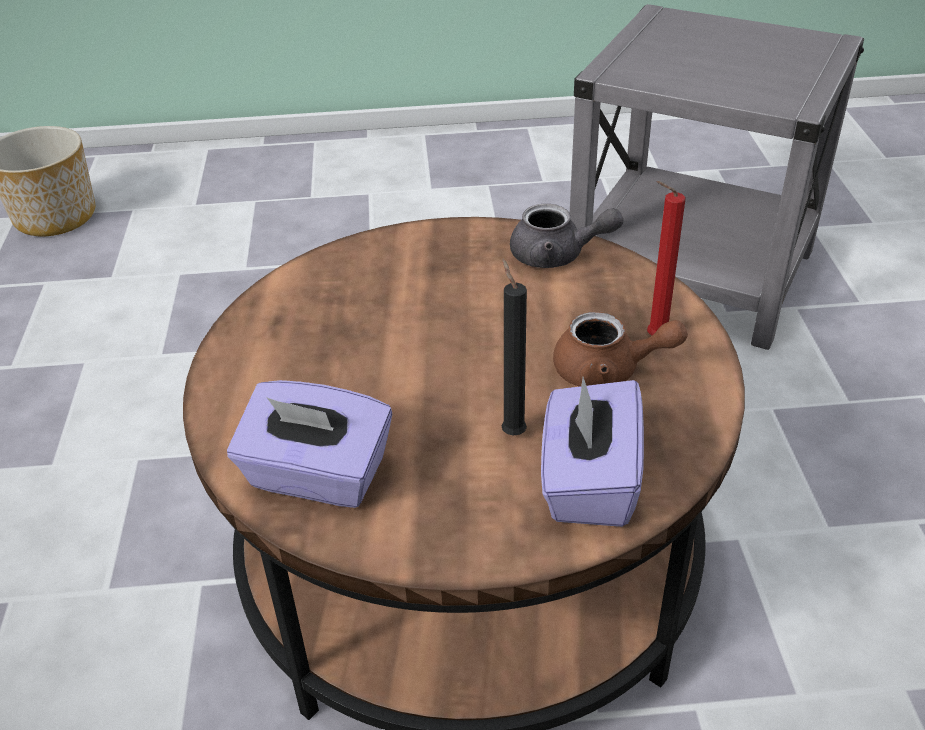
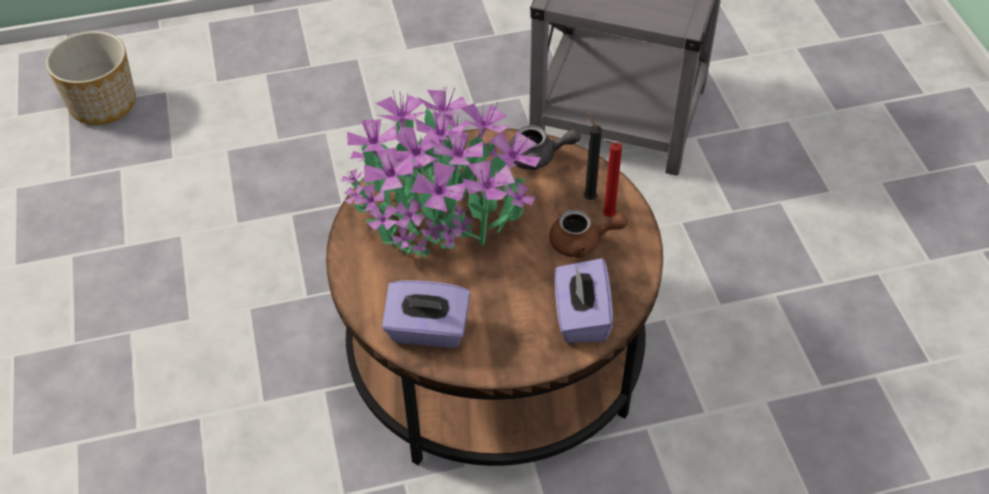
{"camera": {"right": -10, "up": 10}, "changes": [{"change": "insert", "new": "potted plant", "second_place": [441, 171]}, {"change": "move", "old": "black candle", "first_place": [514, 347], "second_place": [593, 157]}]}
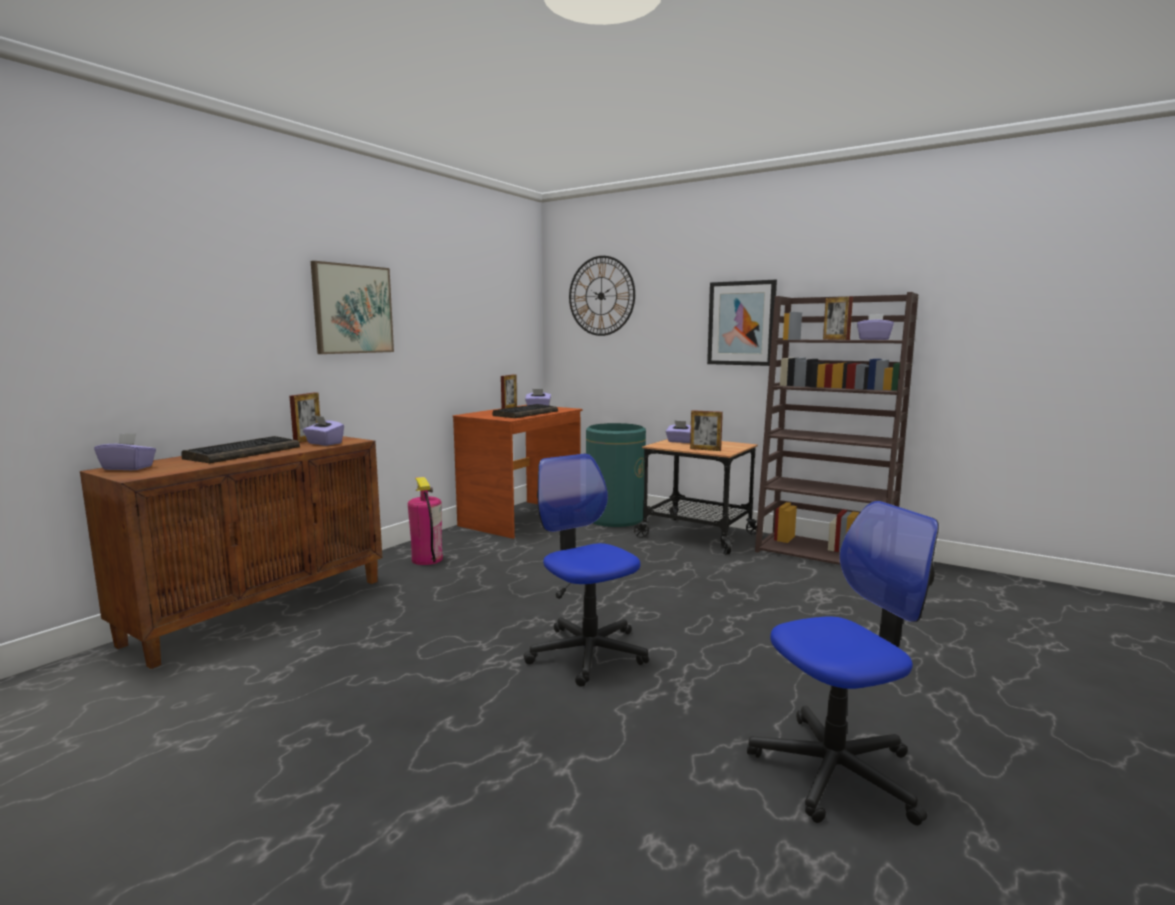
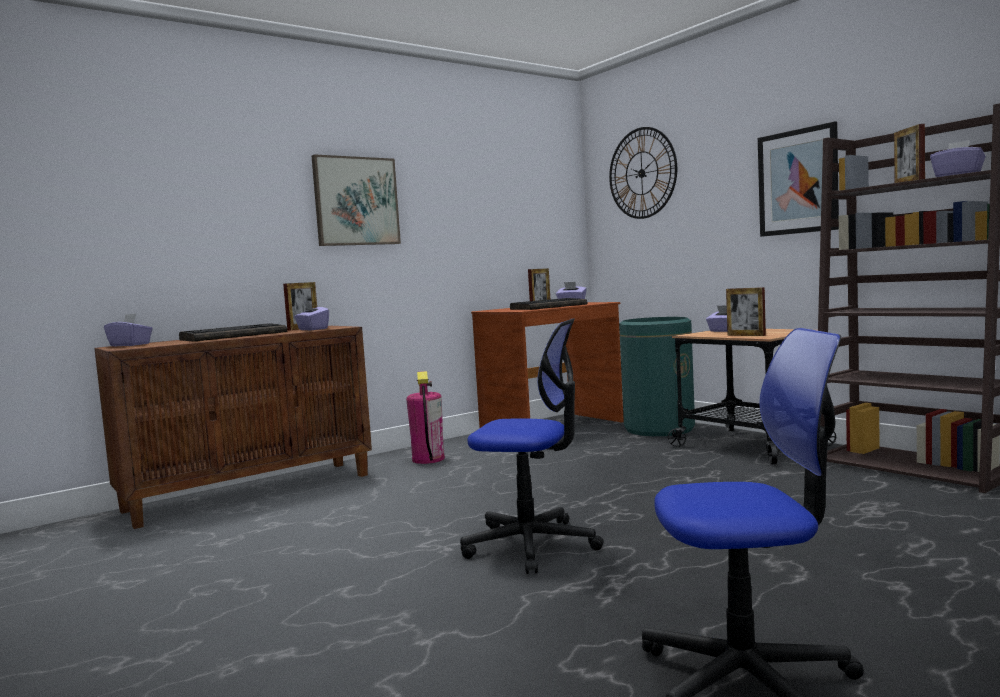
{"camera": {"right": 20, "up": -5}, "changes": [{"change": "rotate", "old": "office chair", "first_place": [586, 570], "second_place": [532, 446], "degrees": 120}]}
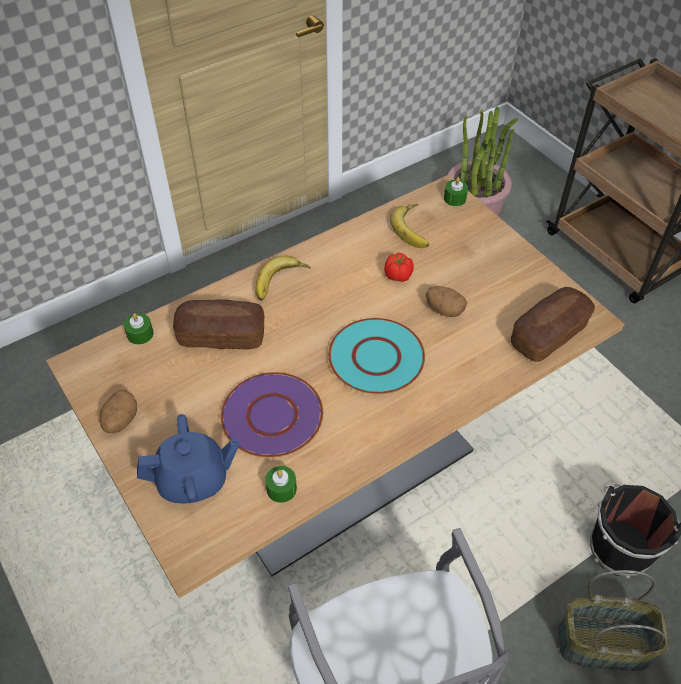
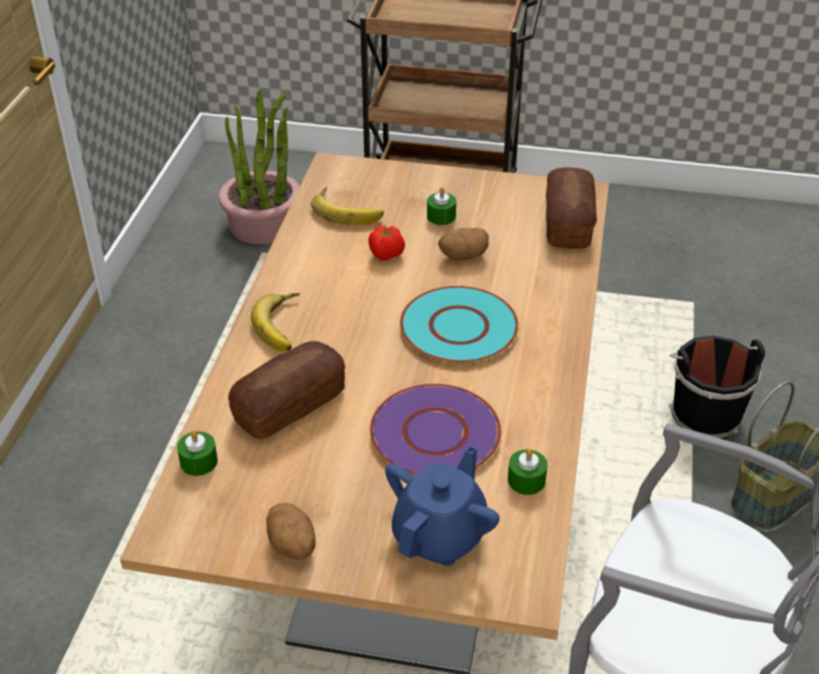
{"camera": {"right": -45, "up": -10}, "changes": [{"change": "move", "old": "green candle", "first_place": [456, 191], "second_place": [441, 206]}]}
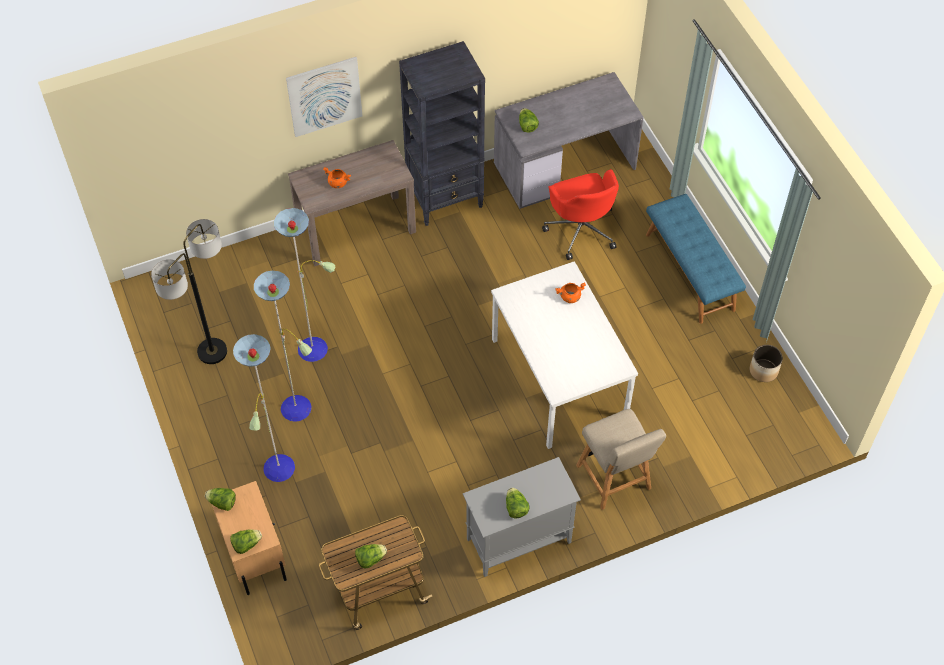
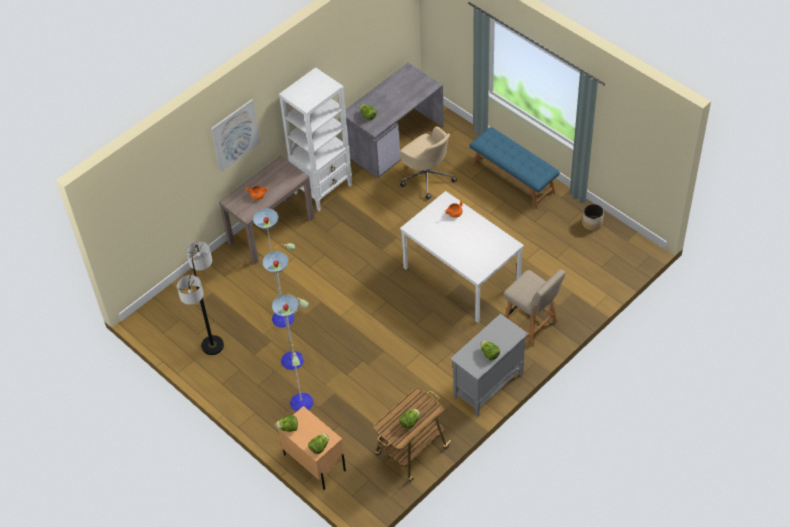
{"camera": {"right": -20, "up": -5}, "changes": [{"change": "recolor", "old": "black bookcase", "new": "white bookcase", "first_place": [442, 133], "second_place": [315, 139]}, {"change": "recolor", "old": "red office chair", "new": "beige office chair", "first_place": [580, 214], "second_place": [428, 163]}]}
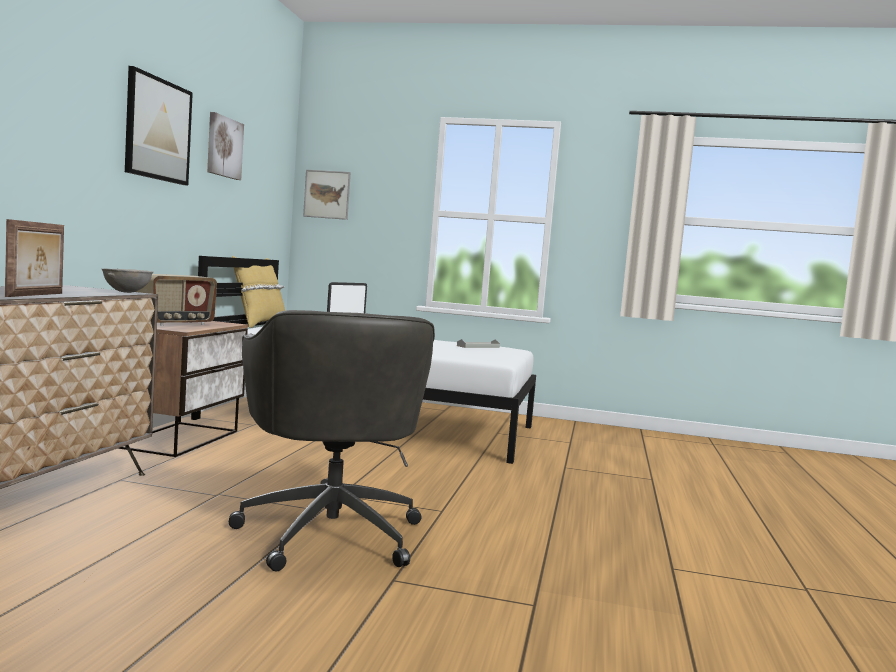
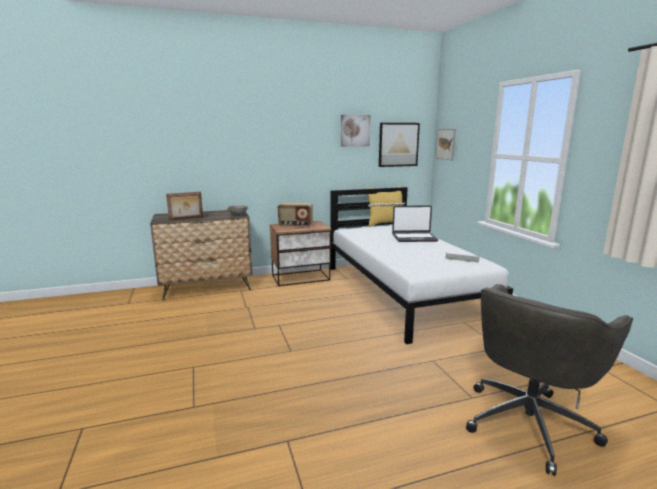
{"camera": {"right": 60, "up": 10}, "changes": [{"change": "move", "old": "picture", "first_place": [159, 126], "second_place": [399, 145]}, {"change": "move", "old": "grey office chair", "first_place": [332, 440], "second_place": [549, 380]}]}
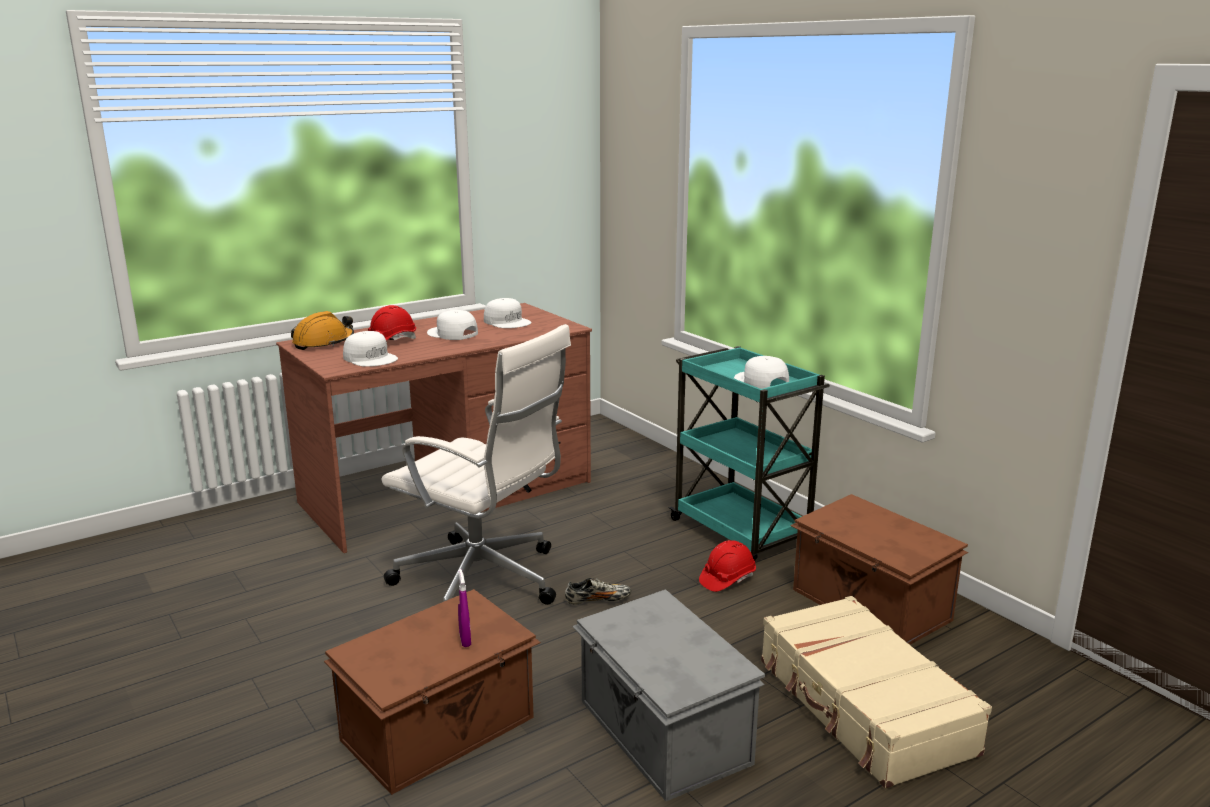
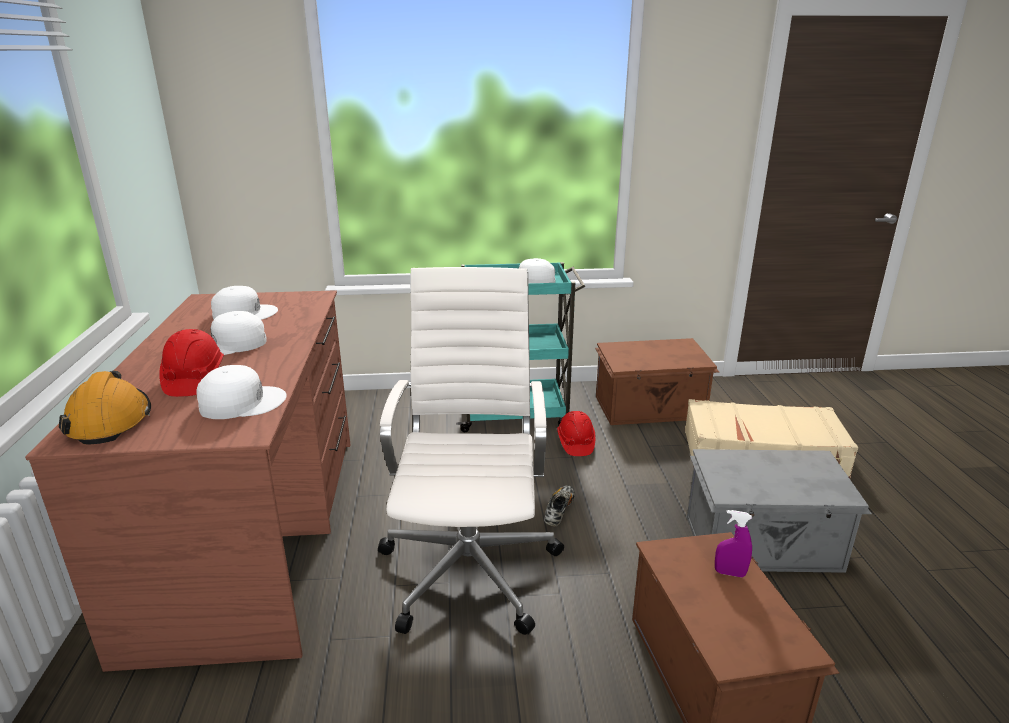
{"camera": {"right": -60, "up": 5}, "changes": [{"change": "rotate", "old": "white office chair", "first_place": [476, 464], "second_place": [471, 451], "degrees": -60}]}
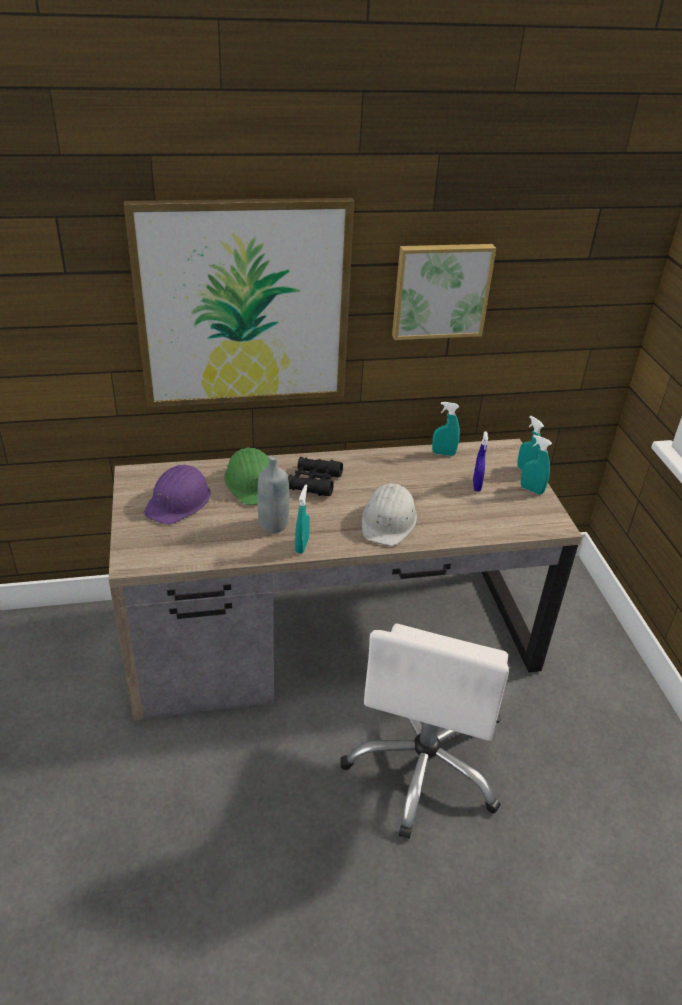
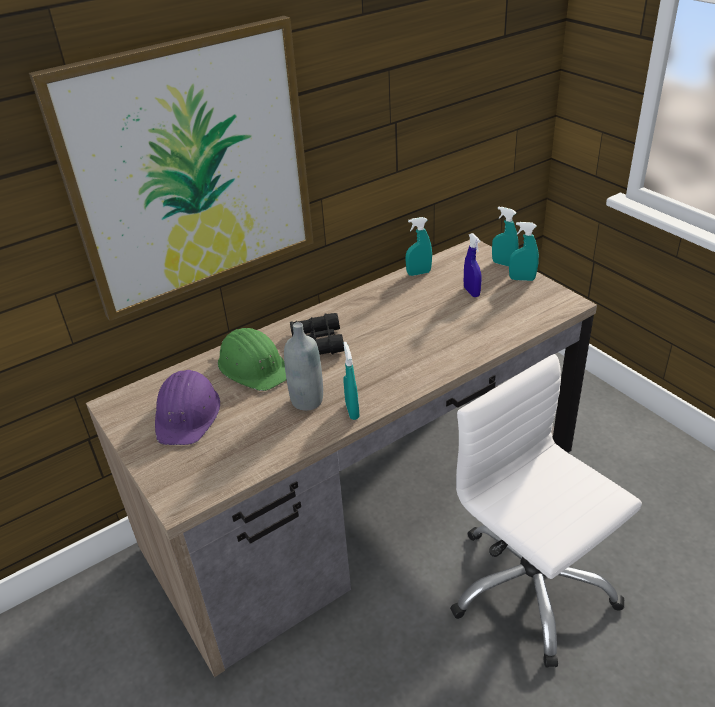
{"camera": {"right": -20, "up": 0}, "changes": [{"change": "rotate", "old": "white office chair", "first_place": [425, 731], "second_place": [546, 511], "degrees": 150}, {"change": "delete", "old": "white hard hat", "first_place": [389, 514]}, {"change": "delete", "old": "picture", "first_place": [444, 292]}]}
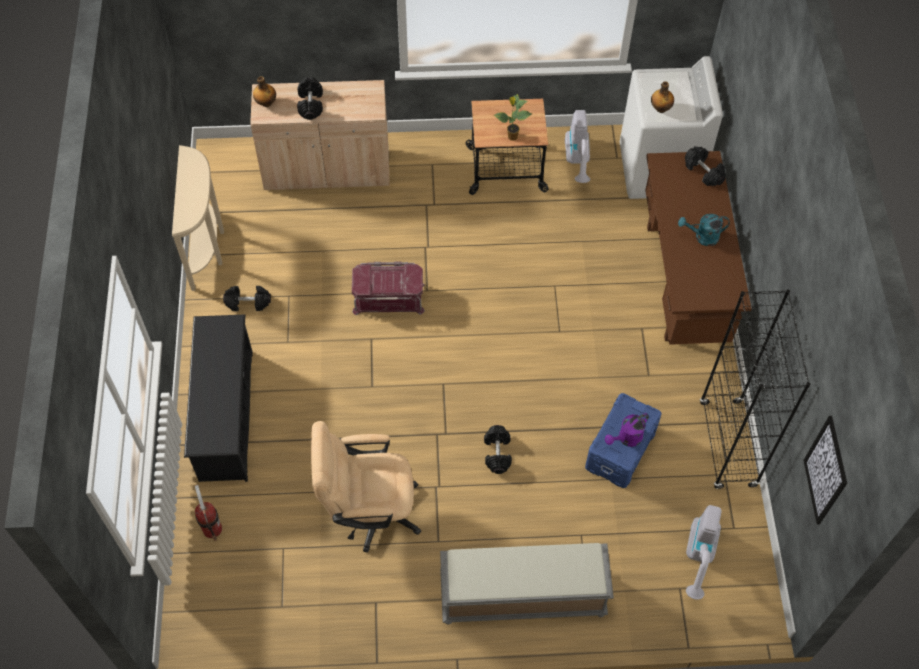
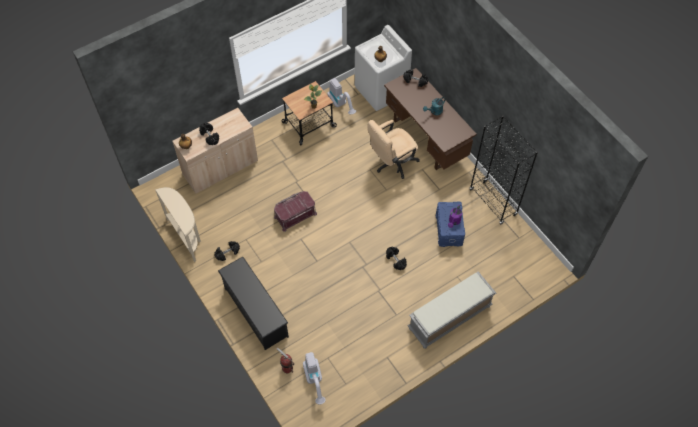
{"camera": {"right": -30, "up": 0}, "changes": [{"change": "move", "old": "vacuum cleaner", "first_place": [704, 552], "second_place": [314, 378]}, {"change": "move", "old": "beige office chair", "first_place": [366, 487], "second_place": [393, 149]}, {"change": "delete", "old": "picture", "first_place": [825, 470]}]}
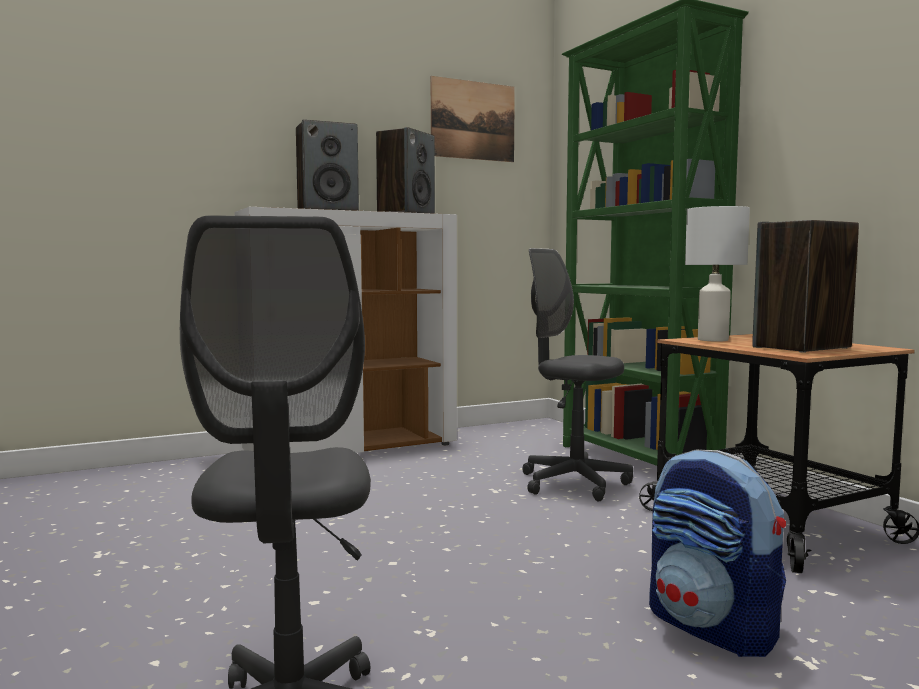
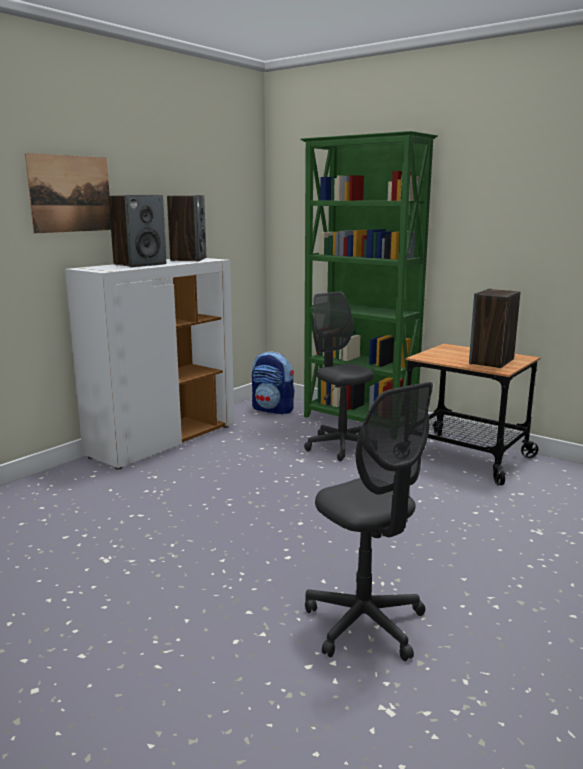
{"camera": {"right": -25, "up": 10}, "changes": [{"change": "move", "old": "picture", "first_place": [473, 119], "second_place": [68, 193]}, {"change": "move", "old": "backpack", "first_place": [717, 553], "second_place": [273, 383]}, {"change": "rotate", "old": "grey office chair", "first_place": [577, 375], "second_place": [339, 376], "degrees": 45}, {"change": "delete", "old": "white table lamp", "first_place": [717, 274]}]}
